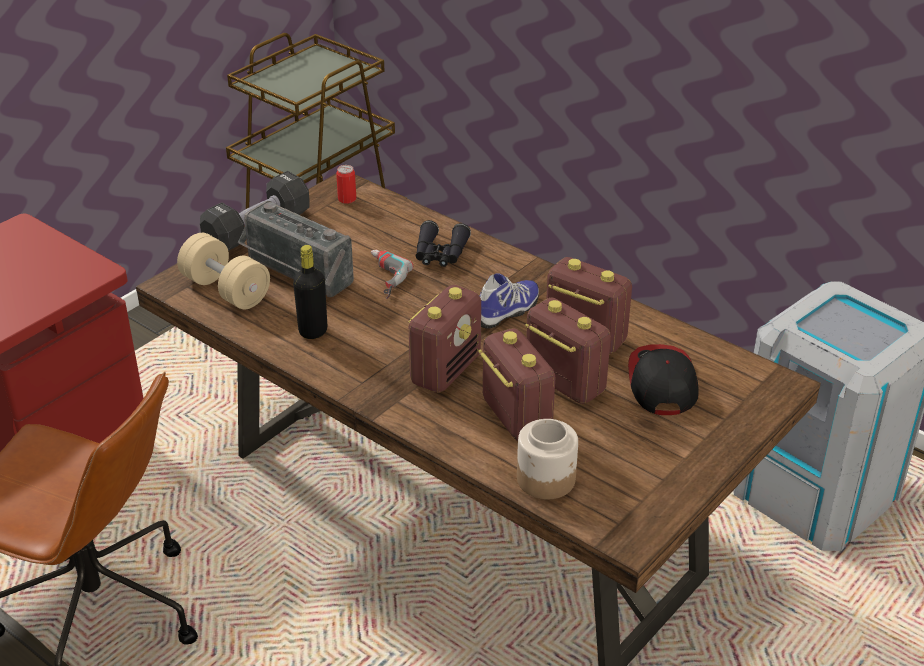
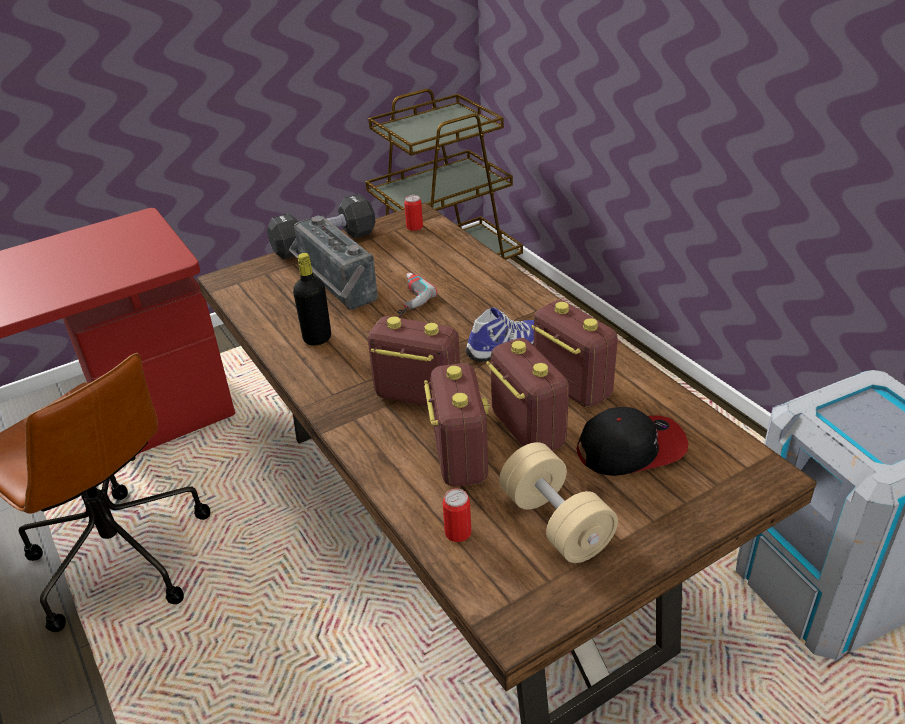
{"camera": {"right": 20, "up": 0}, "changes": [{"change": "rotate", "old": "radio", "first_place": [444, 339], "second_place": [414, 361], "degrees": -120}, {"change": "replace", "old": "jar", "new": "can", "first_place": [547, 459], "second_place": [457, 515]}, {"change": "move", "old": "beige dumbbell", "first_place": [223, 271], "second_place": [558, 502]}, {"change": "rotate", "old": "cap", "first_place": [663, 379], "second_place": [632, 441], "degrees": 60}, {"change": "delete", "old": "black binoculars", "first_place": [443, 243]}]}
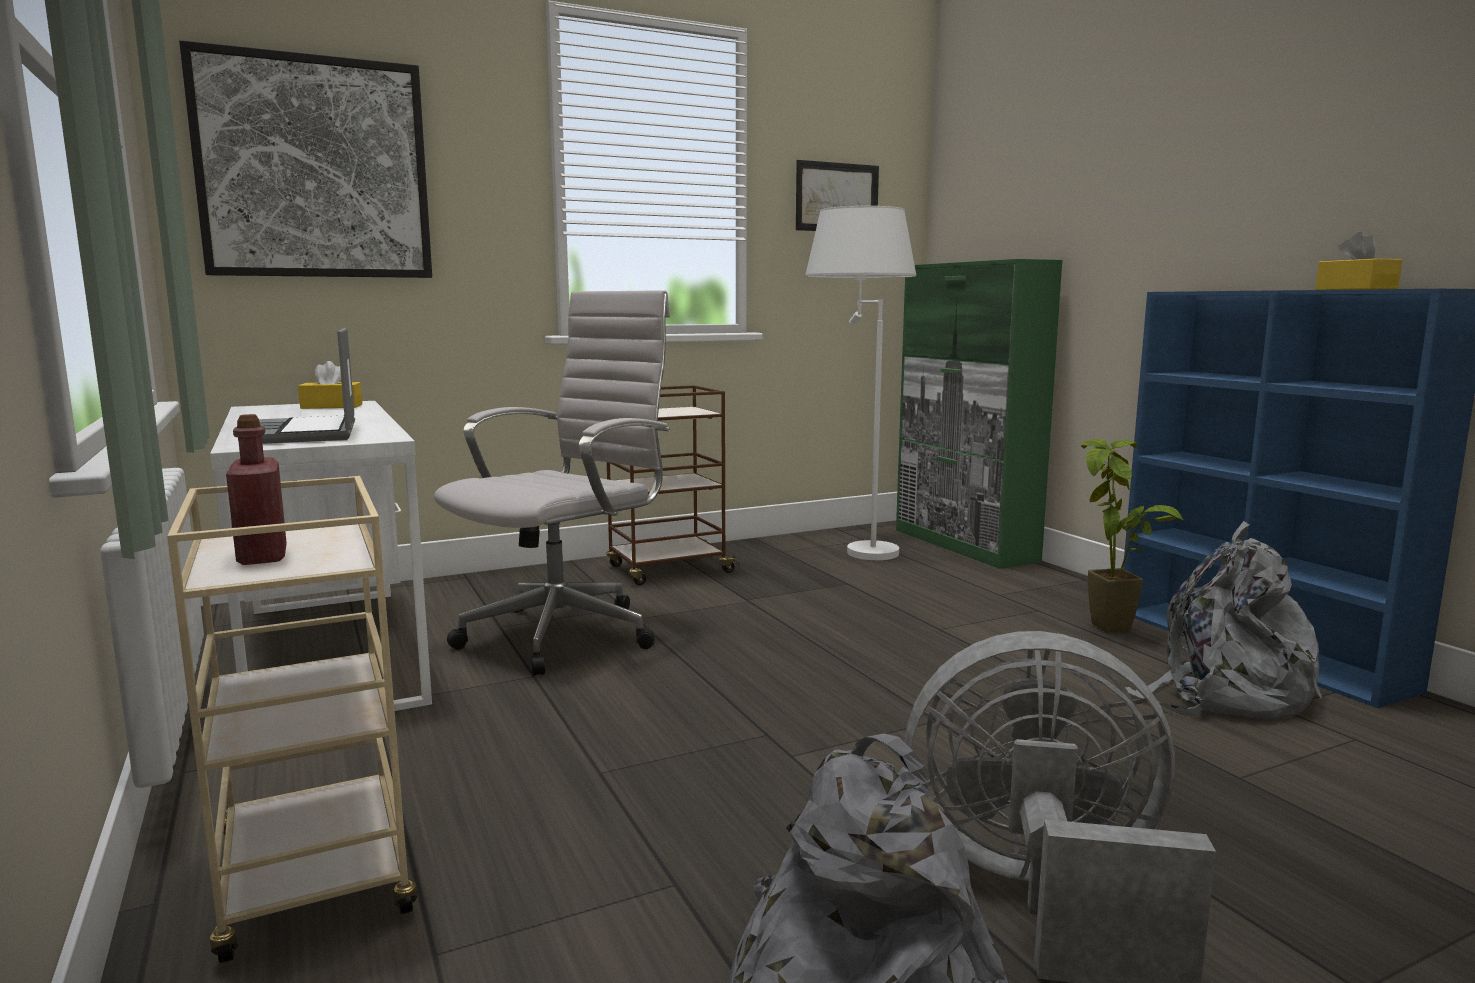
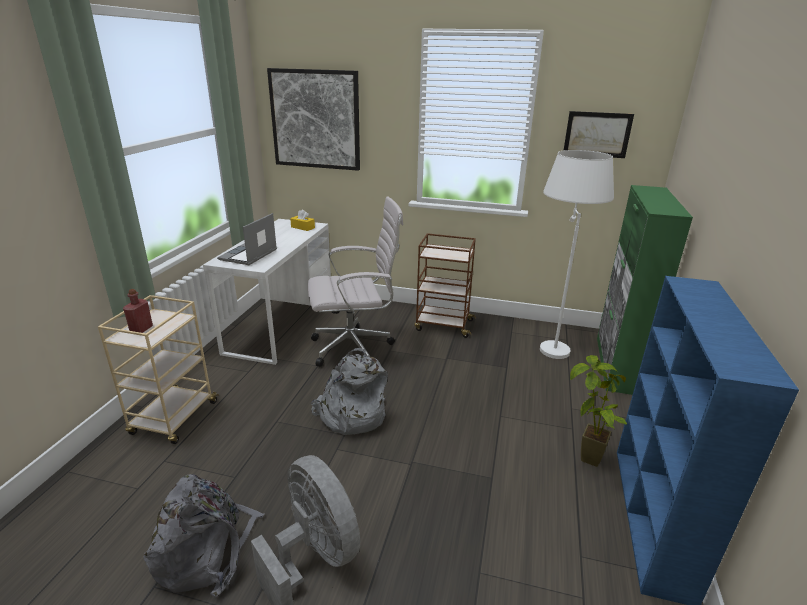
{"camera": {"right": 40, "up": 15}, "changes": [{"change": "move", "old": "grey backpack", "first_place": [1224, 620], "second_place": [349, 391]}, {"change": "delete", "old": "yellow tissue box", "first_place": [1358, 261]}]}
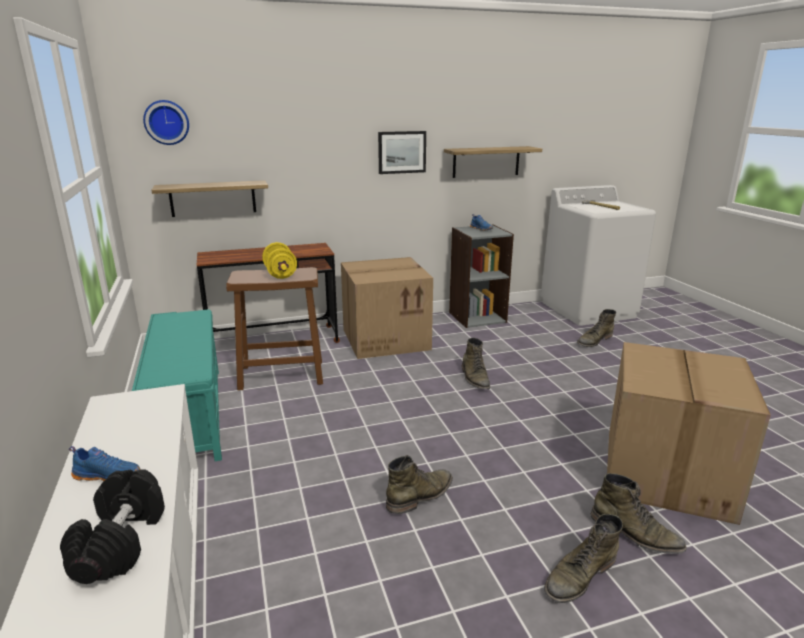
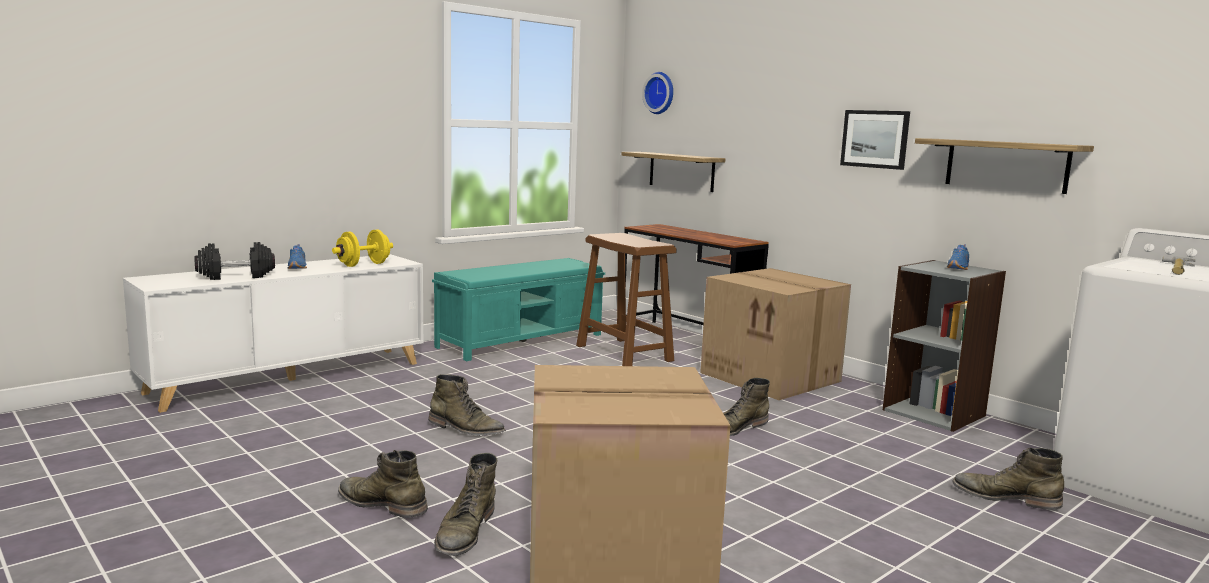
{"camera": {"right": 65, "up": -10}, "changes": [{"change": "move", "old": "yellow dumbbell", "first_place": [279, 260], "second_place": [362, 248]}]}
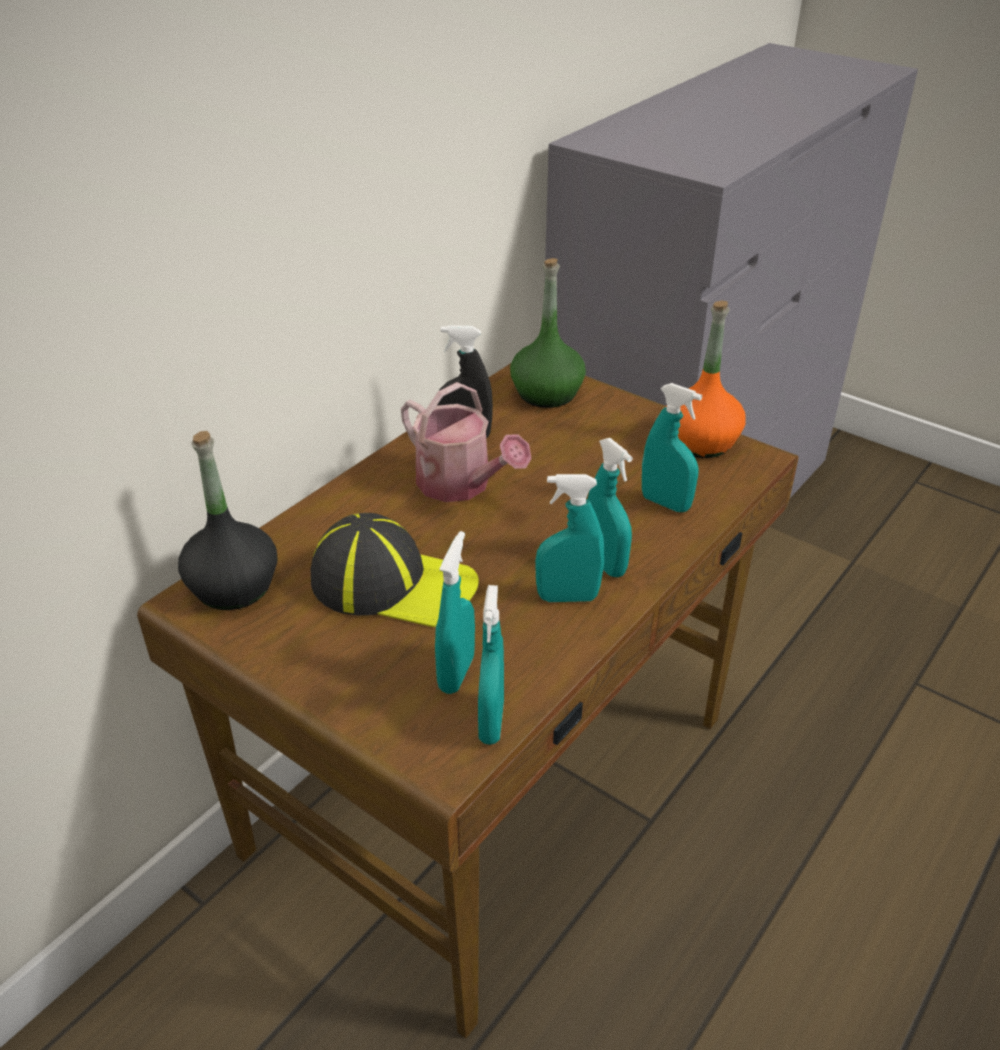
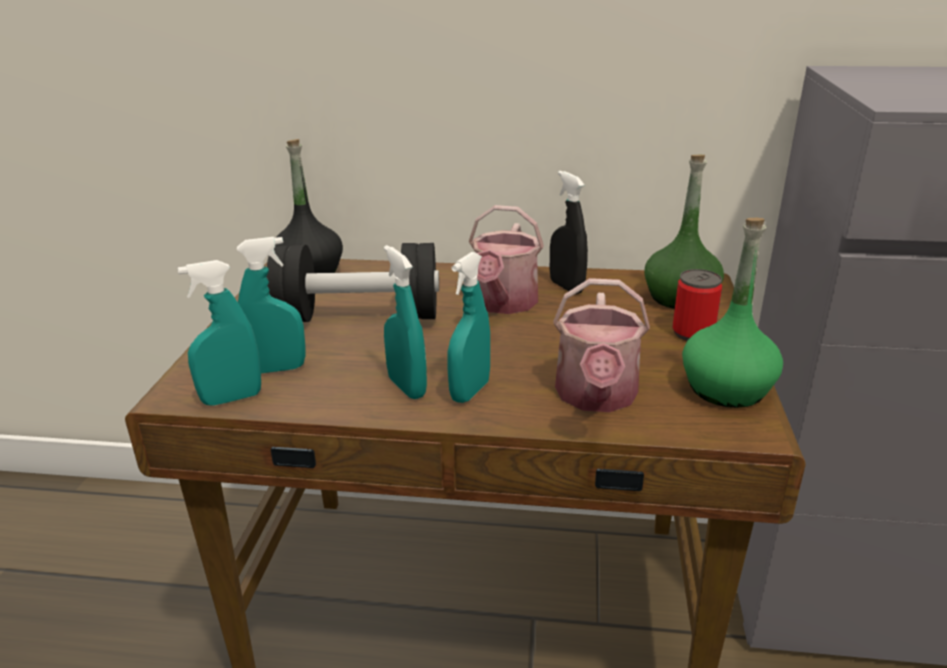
{"camera": {"right": 60, "up": -10}, "changes": [{"change": "replace", "old": "cap", "new": "black dumbbell", "first_place": [394, 570], "second_place": [352, 282]}, {"change": "replace", "old": "turquoise spray bottle", "new": "watering can", "first_place": [672, 447], "second_place": [601, 345]}, {"change": "insert", "new": "can", "second_place": [697, 305]}, {"change": "recolor", "old": "orange bottle", "new": "green bottle", "first_place": [706, 379], "second_place": [732, 313]}]}
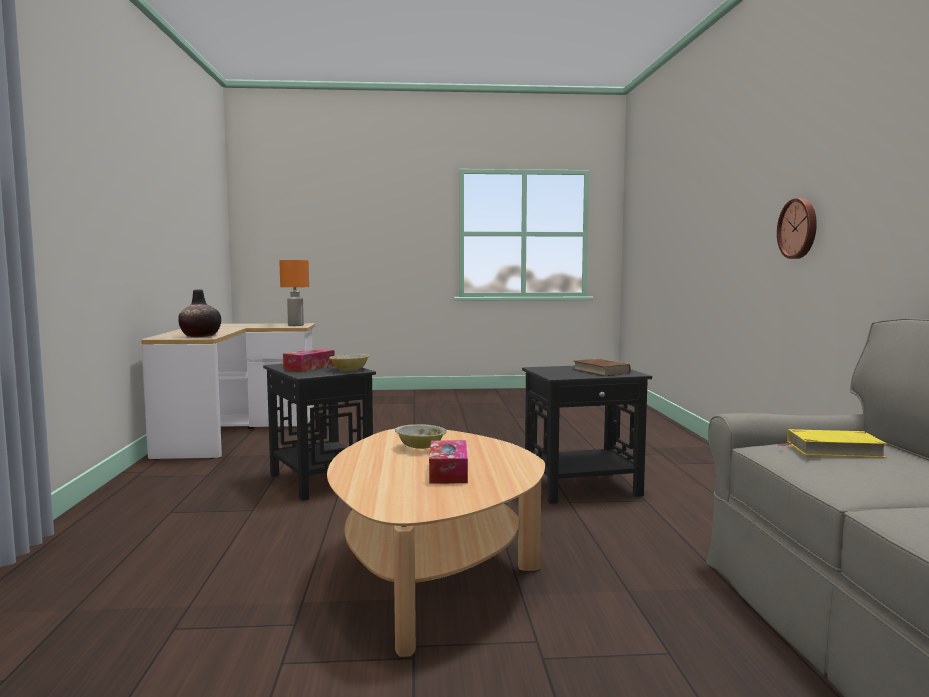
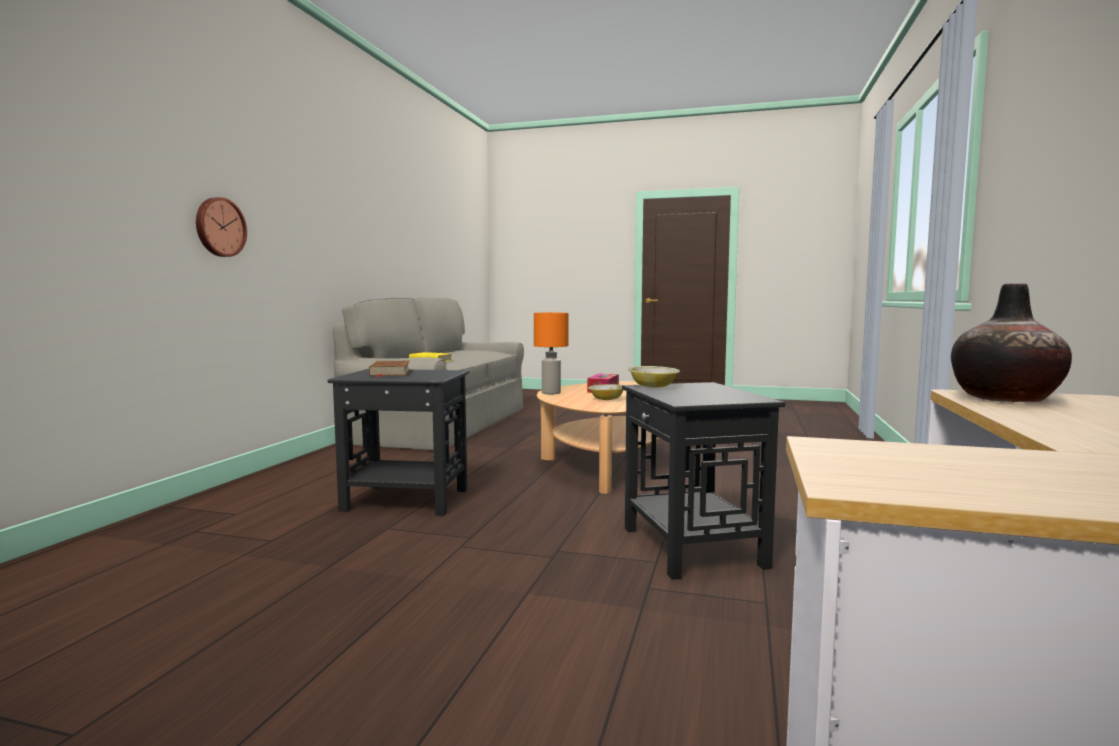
{"camera": {"right": -160, "up": 0}, "changes": [{"change": "move", "old": "orange table lamp", "first_place": [294, 293], "second_place": [551, 353]}, {"change": "delete", "old": "tissue box", "first_place": [309, 360]}]}
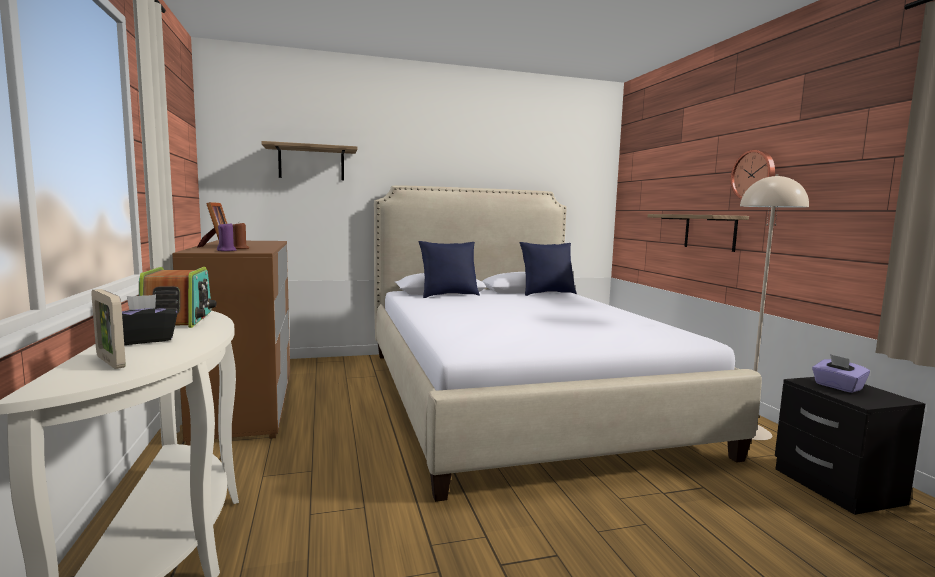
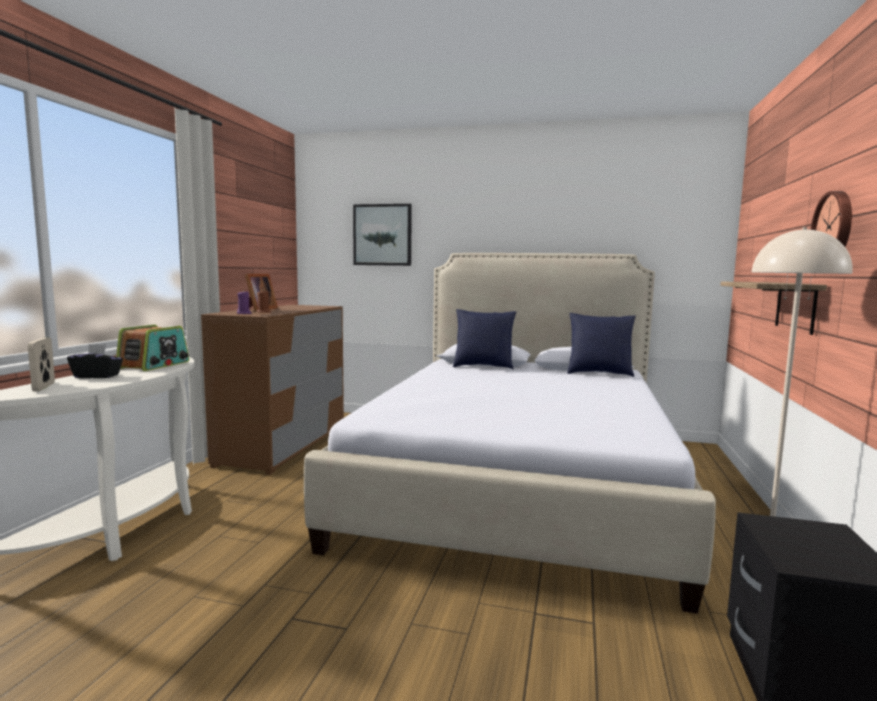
{"camera": {"right": 30, "up": 0}, "changes": [{"change": "replace", "old": "shelf", "new": "picture", "first_place": [309, 160], "second_place": [382, 235]}, {"change": "delete", "old": "purple tissue box", "first_place": [841, 373]}]}
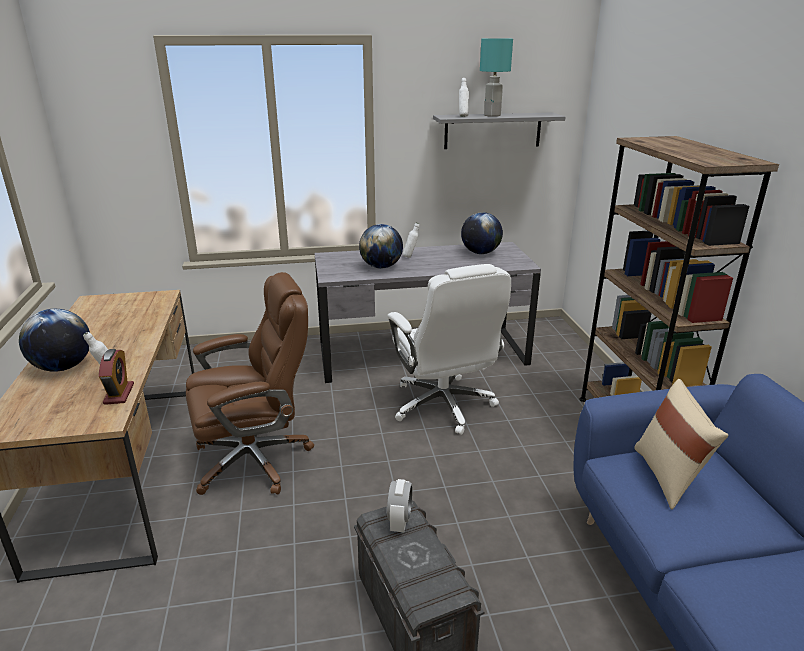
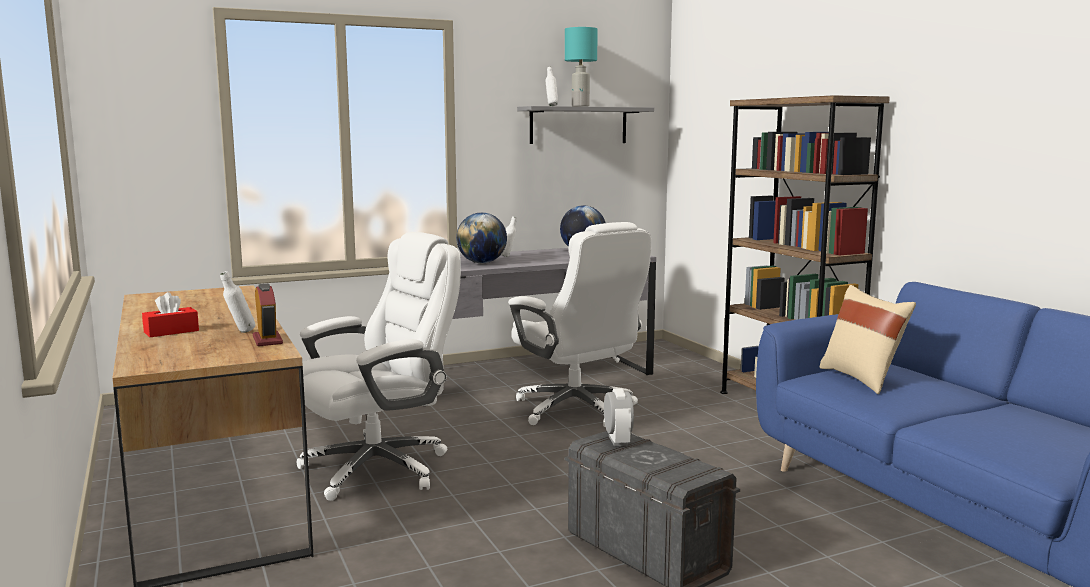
{"camera": {"right": -15, "up": -15}, "changes": [{"change": "replace", "old": "globe", "new": "red tissue box", "first_place": [54, 340], "second_place": [170, 314]}, {"change": "recolor", "old": "brown office chair", "new": "white office chair", "first_place": [250, 383], "second_place": [379, 366]}]}
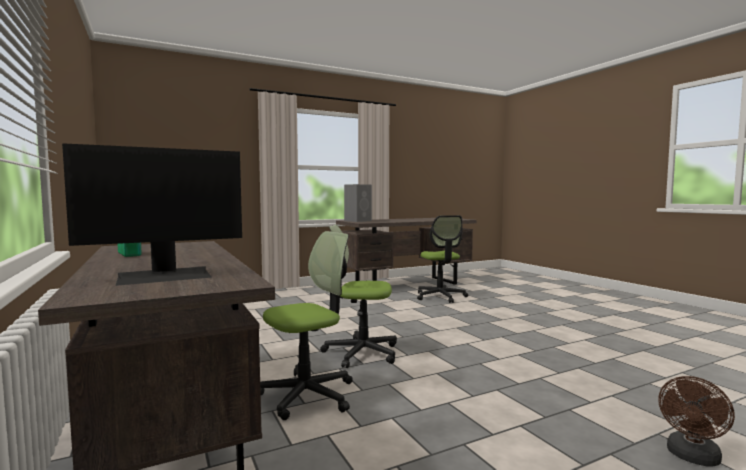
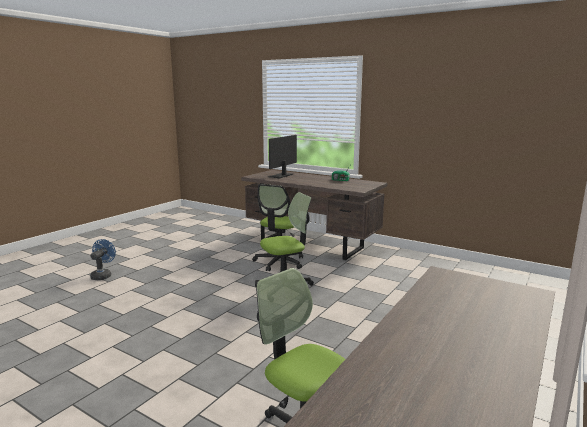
{"camera": {"right": 150, "up": 10}, "changes": [{"change": "recolor", "old": "brown fan", "new": "blue fan", "first_place": [696, 421], "second_place": [103, 259]}, {"change": "delete", "old": "grey speaker", "first_place": [358, 203]}]}
